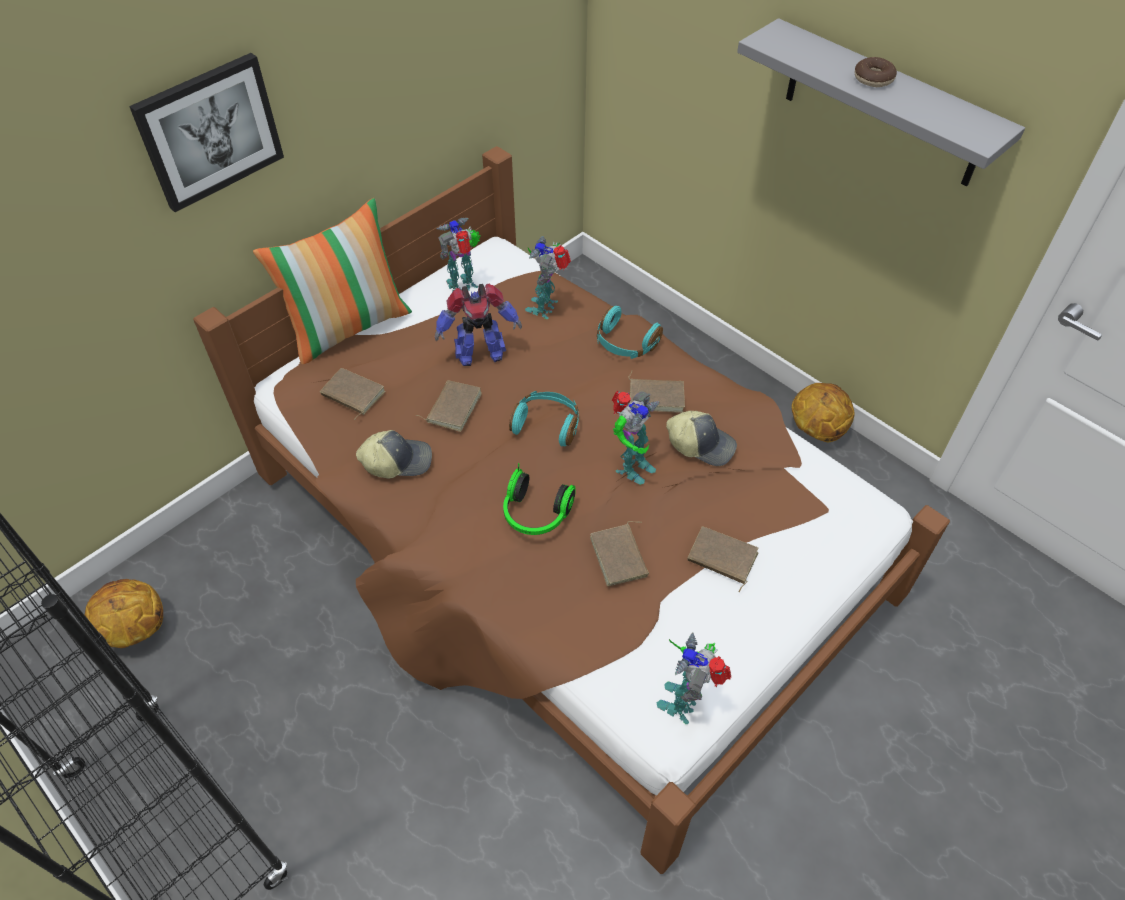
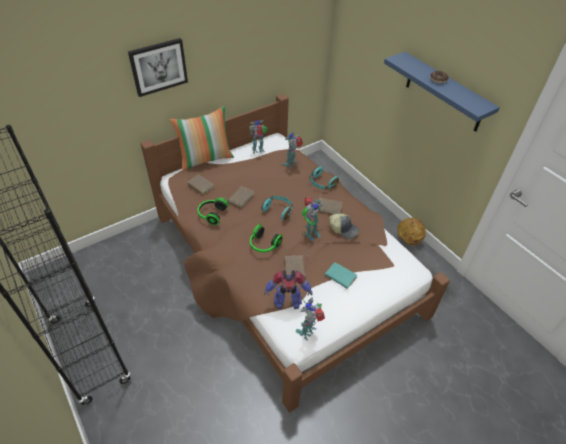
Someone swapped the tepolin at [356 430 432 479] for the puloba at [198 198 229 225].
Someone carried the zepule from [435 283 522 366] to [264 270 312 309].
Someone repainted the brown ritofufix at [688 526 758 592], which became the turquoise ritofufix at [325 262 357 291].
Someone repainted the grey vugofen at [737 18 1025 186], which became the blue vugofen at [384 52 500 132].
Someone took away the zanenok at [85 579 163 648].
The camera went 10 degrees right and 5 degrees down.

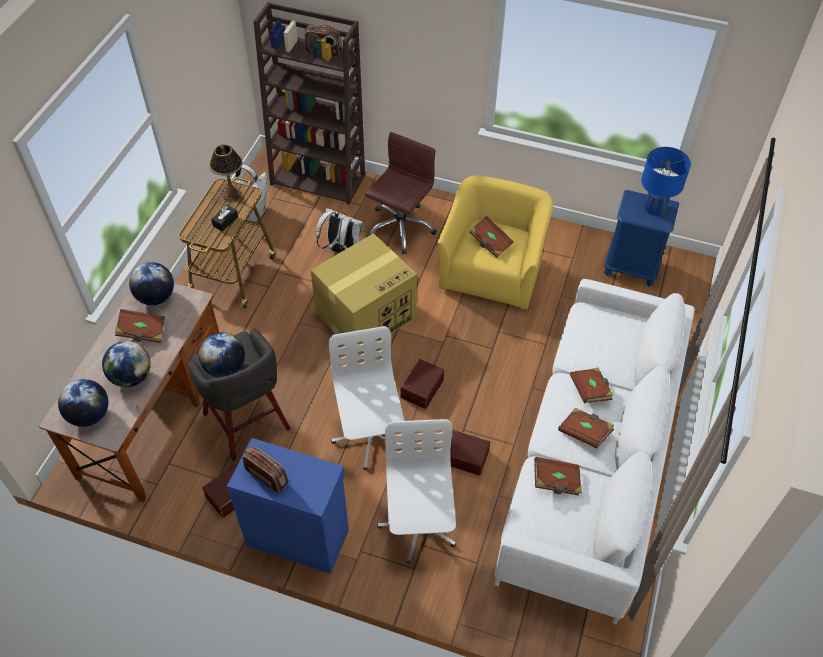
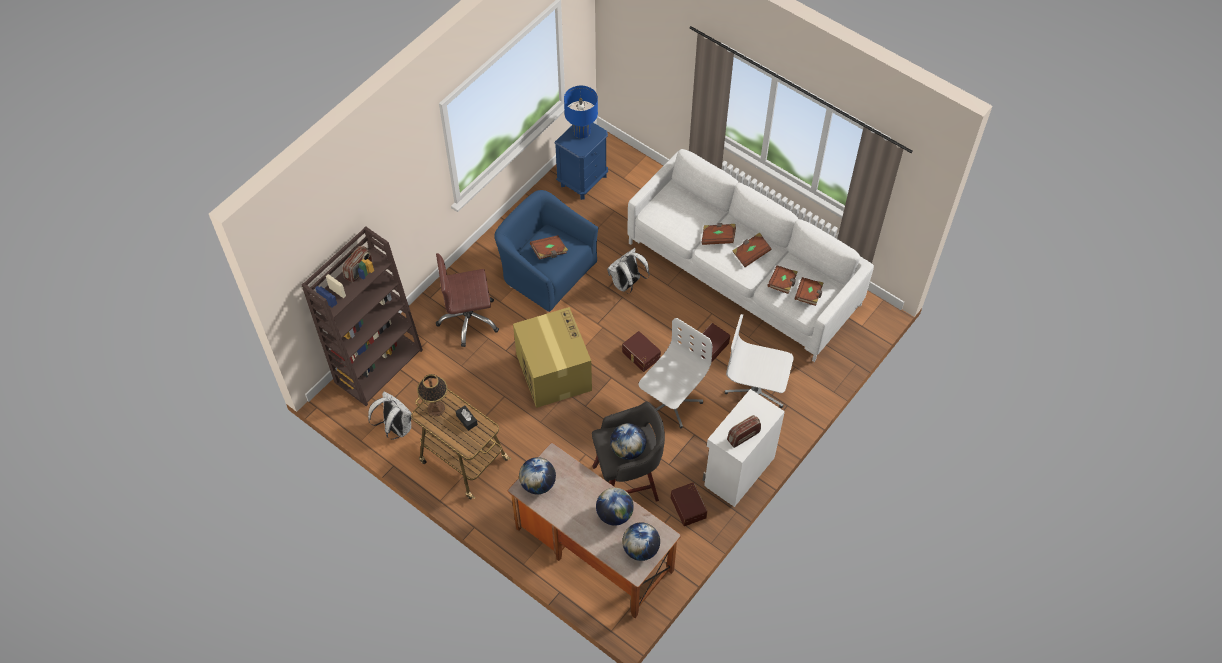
Someone rotated the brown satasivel at [365 132 437 255] by 60 degrees counterclockwise.
Someone repainted the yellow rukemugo at [437 175 553 309], which became the blue rukemugo at [495 190 598 312].
Someone carried the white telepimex from [316 208 365 253] to [607 248 650 293].
Someone rotated the white satasivel at [329 326 405 470] by 120 degrees clockwise.
Someone repainted the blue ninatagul at [227 438 349 574], which became the white ninatagul at [703 389 785 507].
Someone carried the brown ritofufix from [115 309 165 343] to [795 277 823 306].
The camera went 70 degrees left and 5 degrees up.

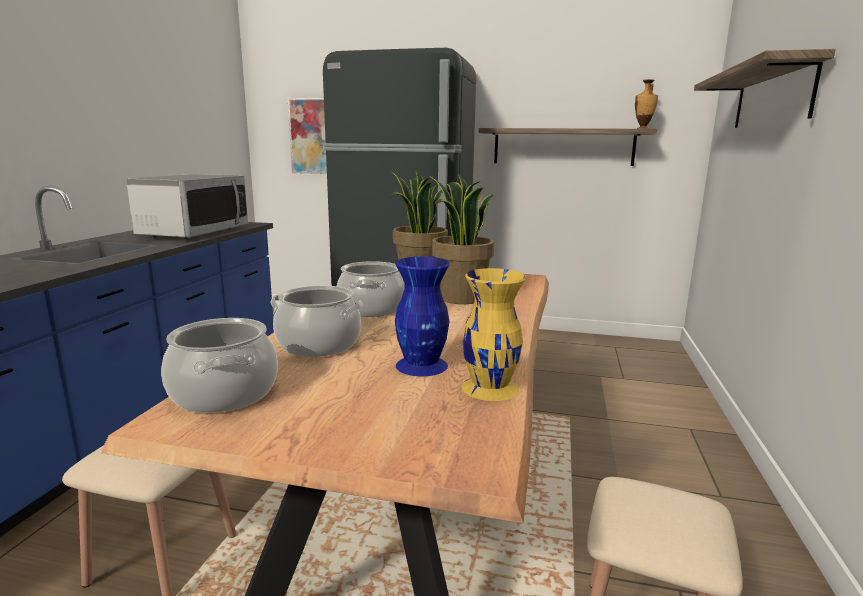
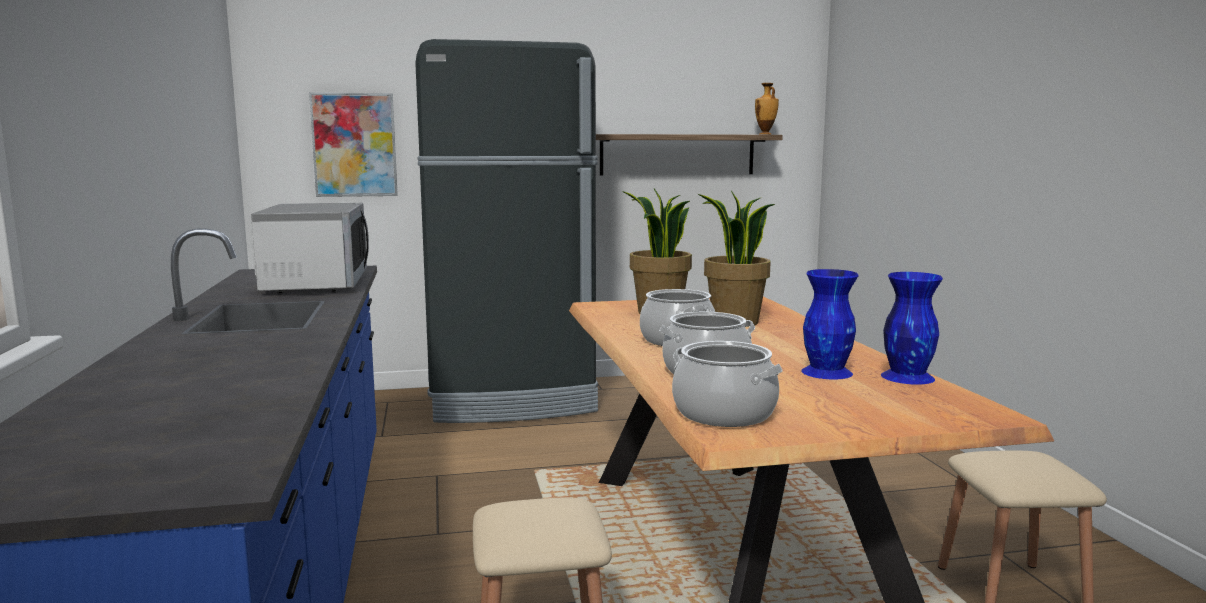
Someone repainted the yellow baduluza at [462 268 526 401], which became the blue baduluza at [881 272 943 385].
Someone took away the vugofen at [694 49 836 128].
The camera went 25 degrees left and 5 degrees down.

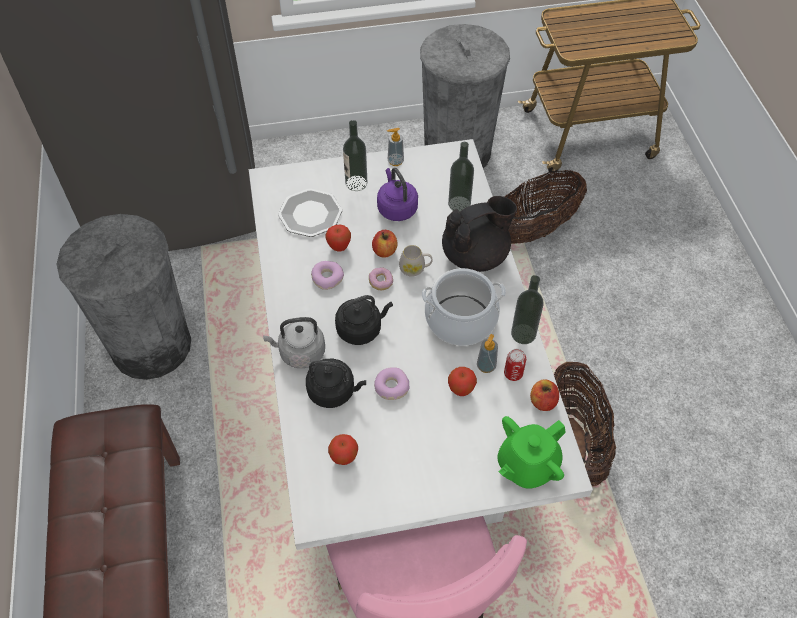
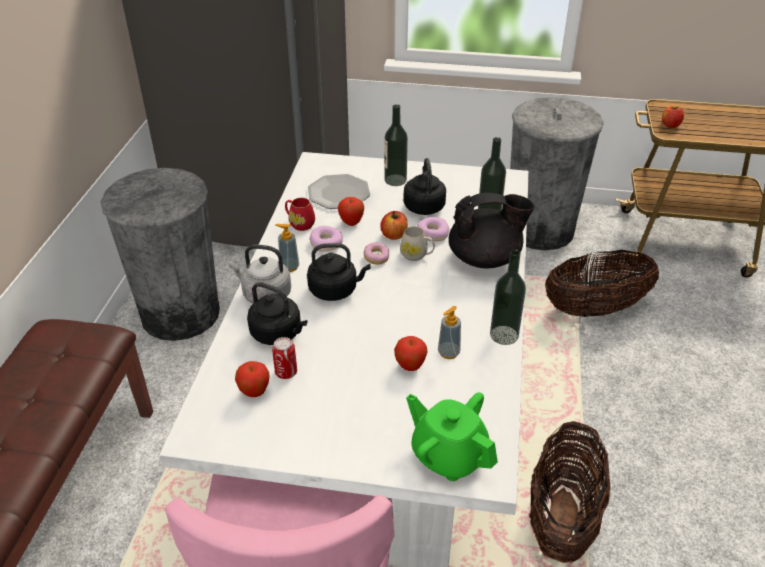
Someone carried the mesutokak from [504 349 526 381] to [272 337 297 379].
Someone carried the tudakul from [387 128 404 166] to [275 224 299 272].
Someone put down the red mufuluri at [285 198 315 231].
Someone repainted the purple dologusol at [377 168 418 221], which became the black dologusol at [403 158 446 215].
Someone rotated the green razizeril at [497 416 566 489] by 60 degrees clockwise.
Someone carried the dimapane from [374 367 409 400] to [417 217 450 241].
Someone carried the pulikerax from [530 379 559 411] to [662 106 684 128].
Someone took away the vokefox at [422 268 506 346].
The camera went 20 degrees right and 15 degrees down.

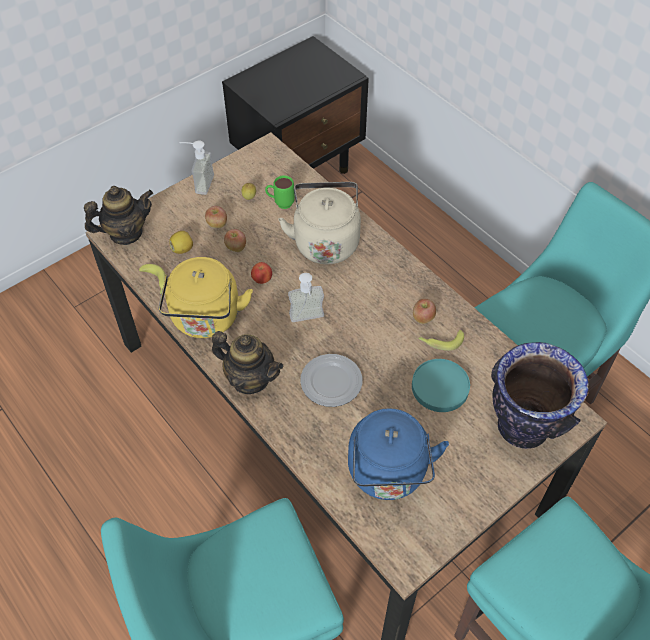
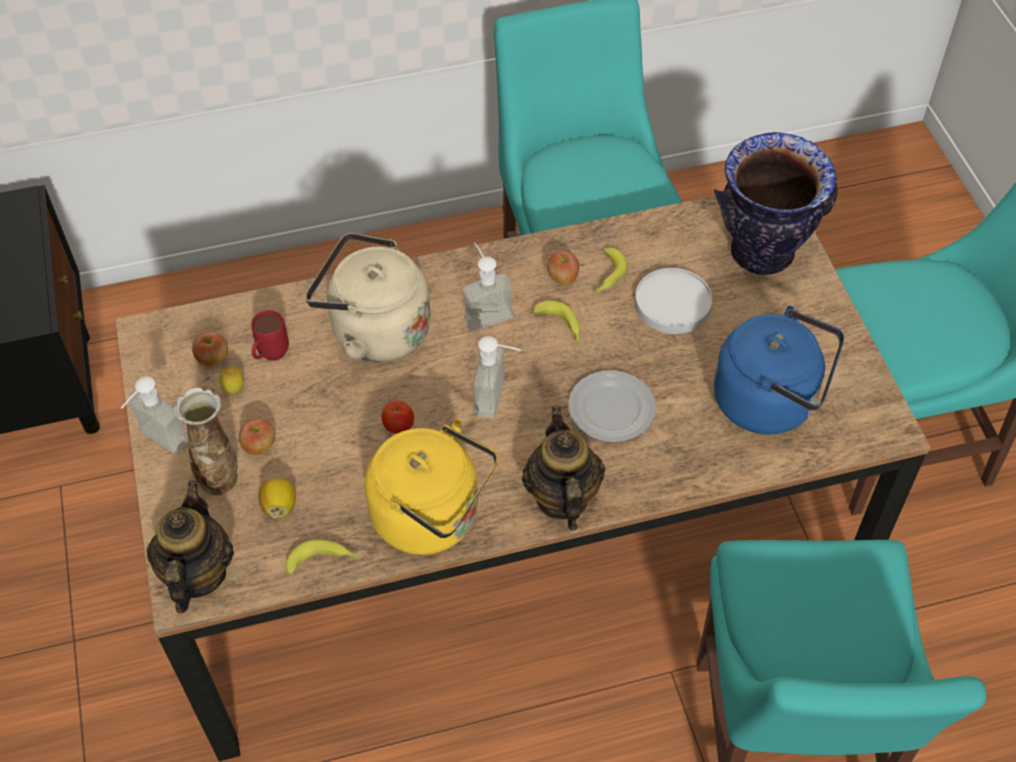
Someone put down the baduluza at [174 387 238 495].
Someone carried the pulikerax from [224 229 246 252] to [192 331 228 367].
Someone repainted the green mufuluri at [265 175 295 209], which became the red mufuluri at [251 310 289 361].
Someone put down the tudakul at [462 242 514 332].
Someone rotated the razizeril at [212 331 284 394] by 60 degrees counterclockwise.
Someone put down the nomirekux at [533 301 580 343].
Someone repainted the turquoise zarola at [412 359 470 412], which became the white zarola at [635 268 712 334].
The camera went 65 degrees left and 0 degrees up.

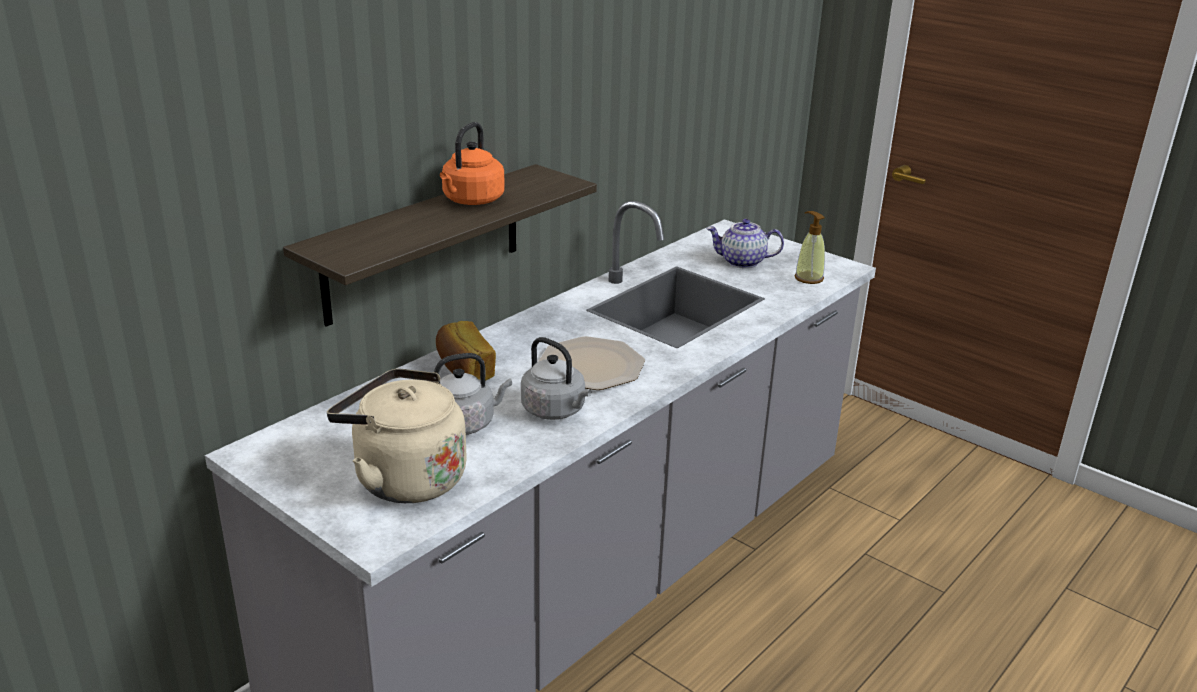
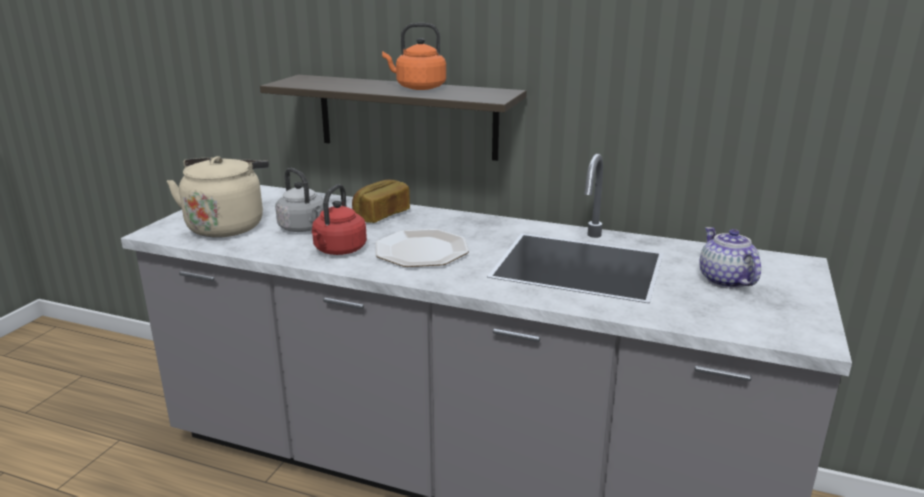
Someone repainted the grey dologusol at [521 337 591 420], which became the red dologusol at [312 184 367 255].
Someone took away the tudakul at [794 211 825 284].
The camera went 70 degrees right and 5 degrees down.

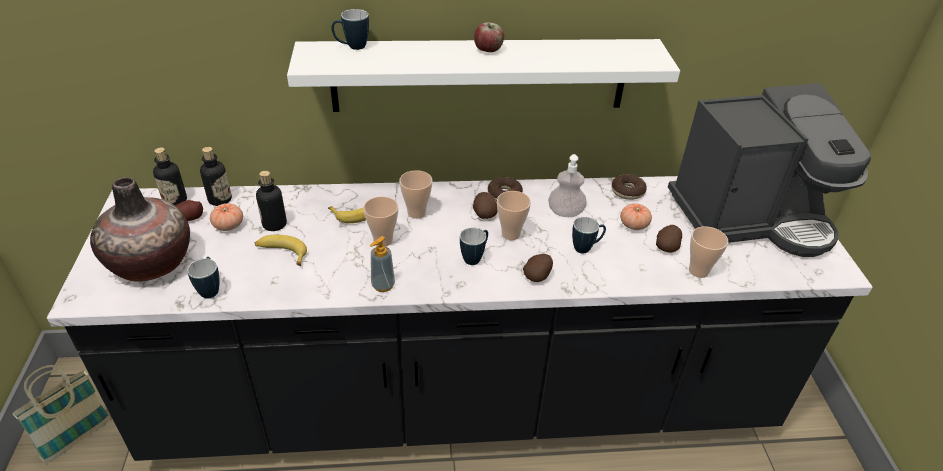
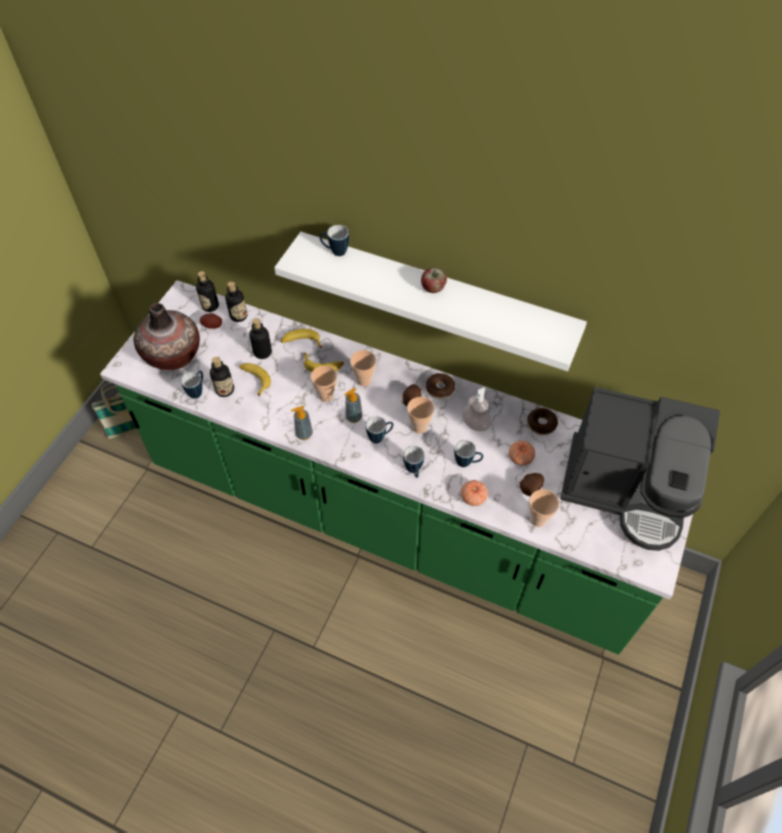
Someone repainted the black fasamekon at [47 176 873 461], which became the green fasamekon at [100 280 695 655].
Someone put down the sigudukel at [210 357 234 397].
Someone put down the nomirekux at [281 329 322 348].
Someone put down the tudakul at [344 388 362 423].
Someone swapped the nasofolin at [523 254 553 282] for the mufuluri at [403 446 424 478].
Someone carried the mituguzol from [210 203 243 231] to [461 480 488 506].
The camera went 30 degrees right and 15 degrees up.

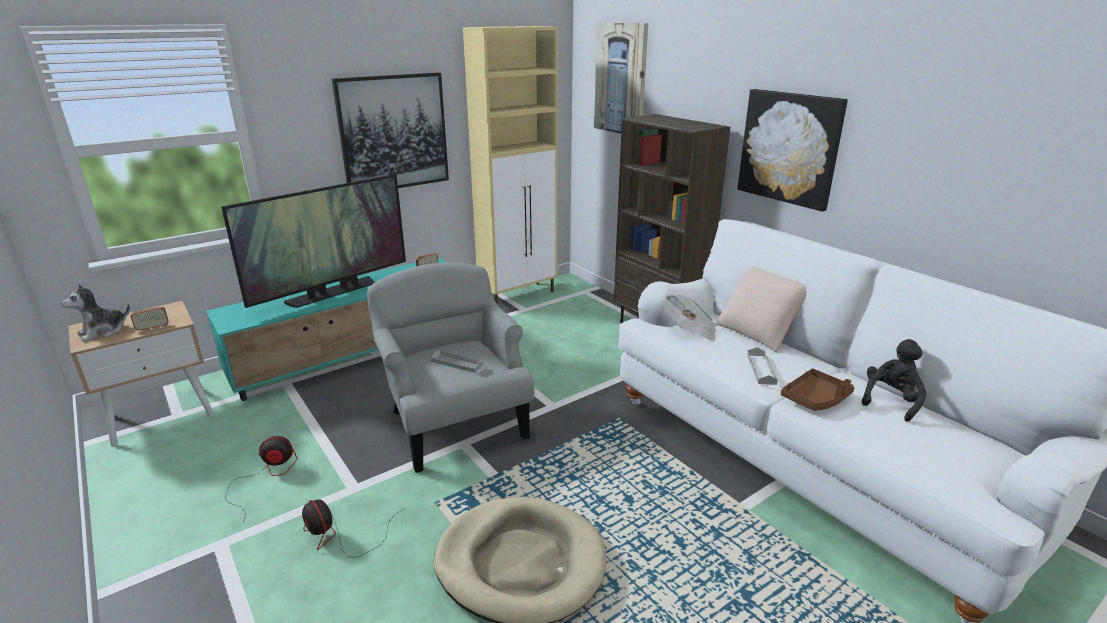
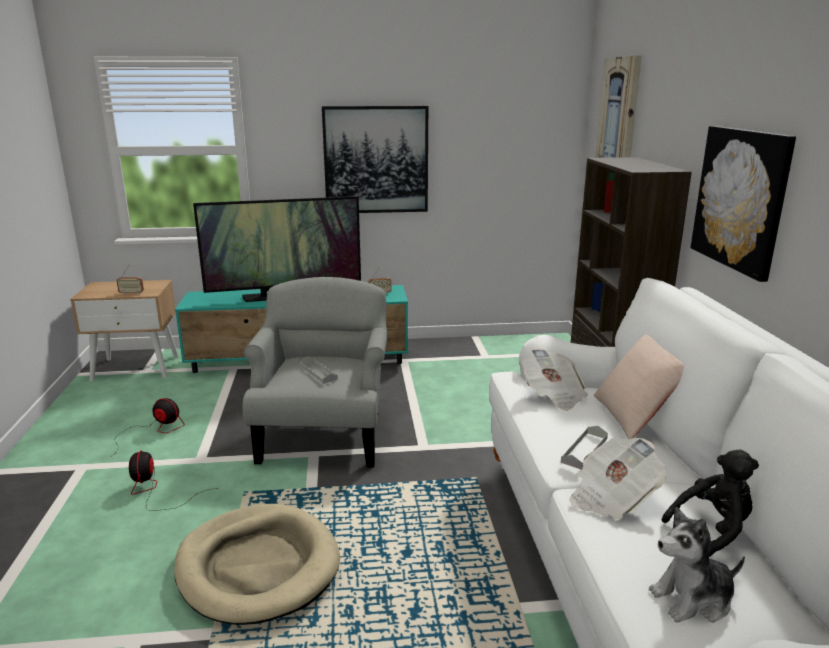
Someone swapped the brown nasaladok at [781 369 854 411] for the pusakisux at [569 437 666 520].
Someone carried the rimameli from [61 284 130 342] to [649 507 745 623].
Someone took away the beige ninatagul at [463 26 558 305].
The camera went 30 degrees right and 5 degrees down.

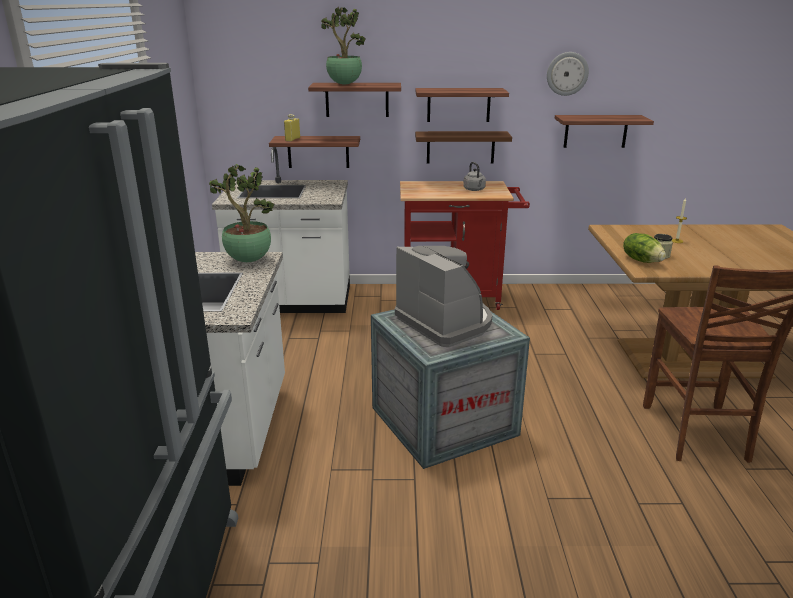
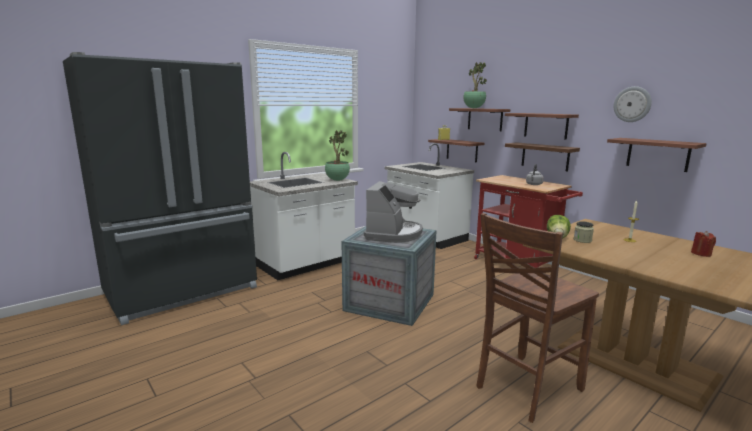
Someone put down the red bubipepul at [691 231 716 257].
The camera went 50 degrees right and 10 degrees down.

